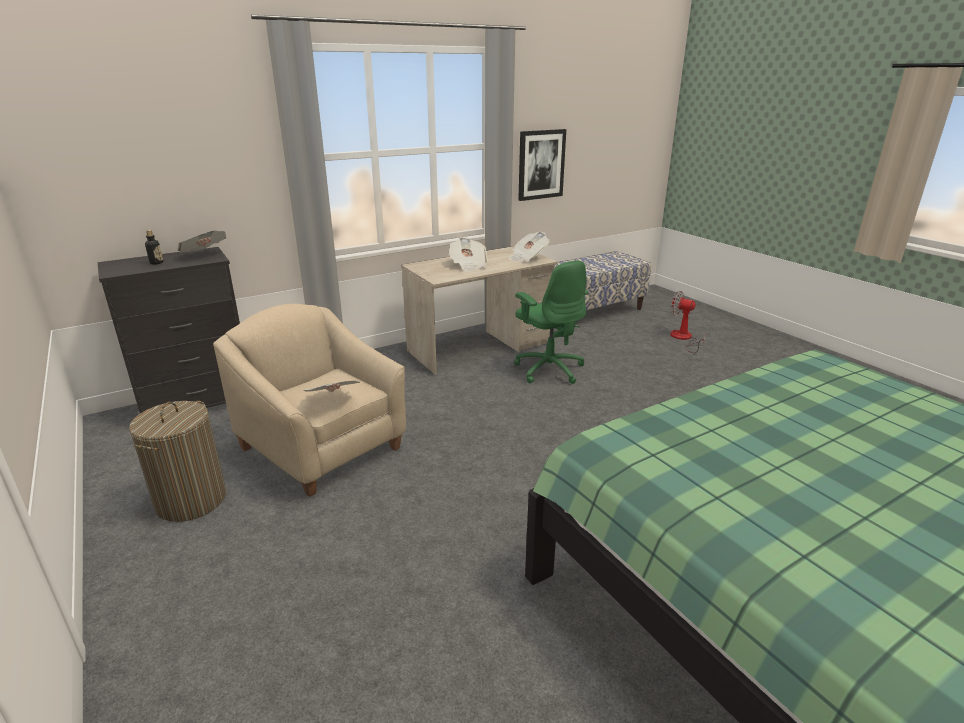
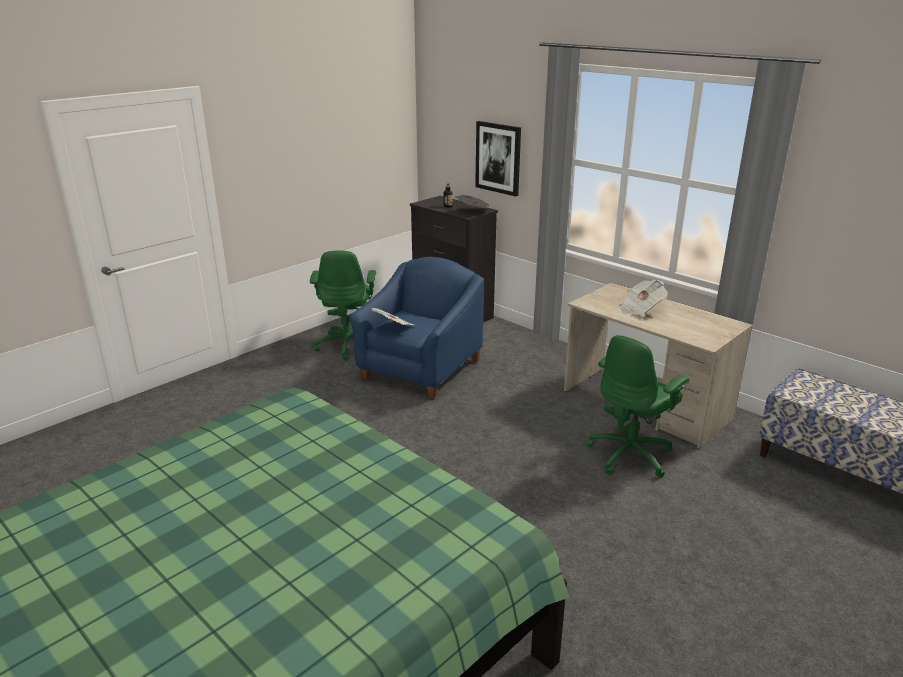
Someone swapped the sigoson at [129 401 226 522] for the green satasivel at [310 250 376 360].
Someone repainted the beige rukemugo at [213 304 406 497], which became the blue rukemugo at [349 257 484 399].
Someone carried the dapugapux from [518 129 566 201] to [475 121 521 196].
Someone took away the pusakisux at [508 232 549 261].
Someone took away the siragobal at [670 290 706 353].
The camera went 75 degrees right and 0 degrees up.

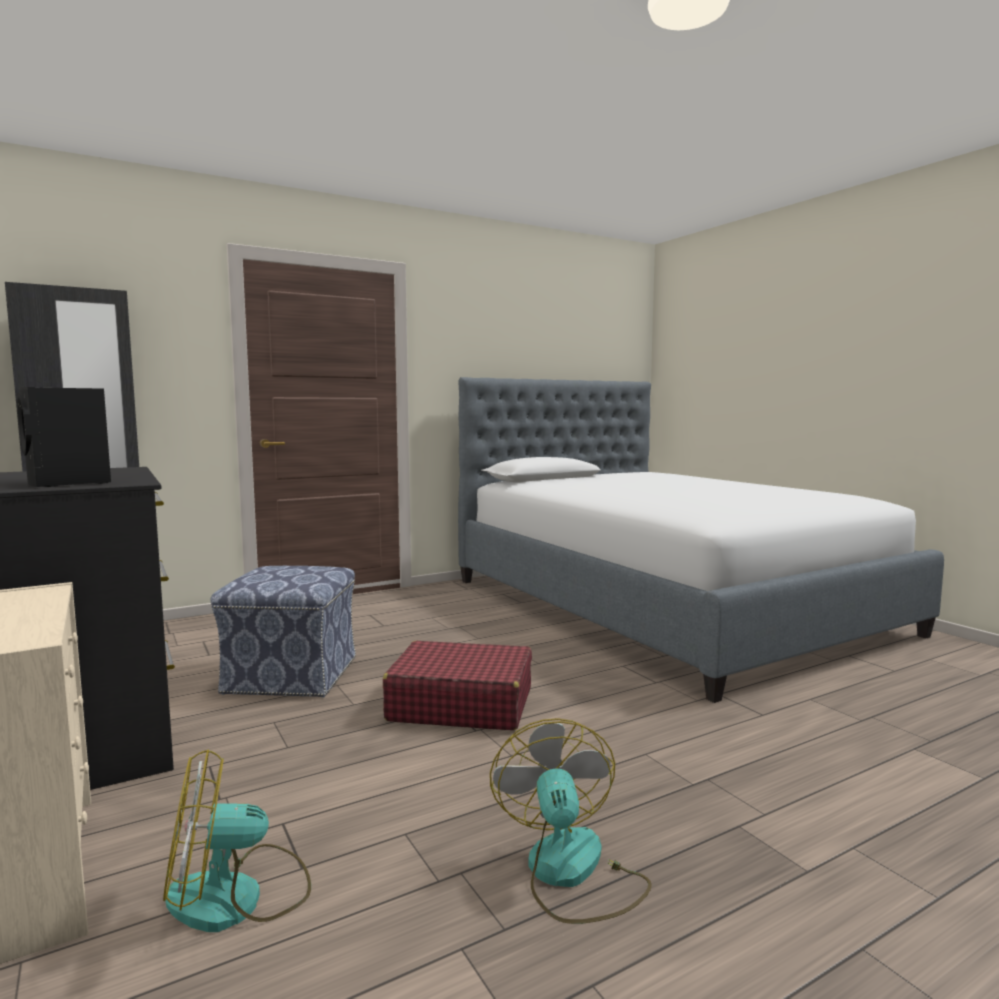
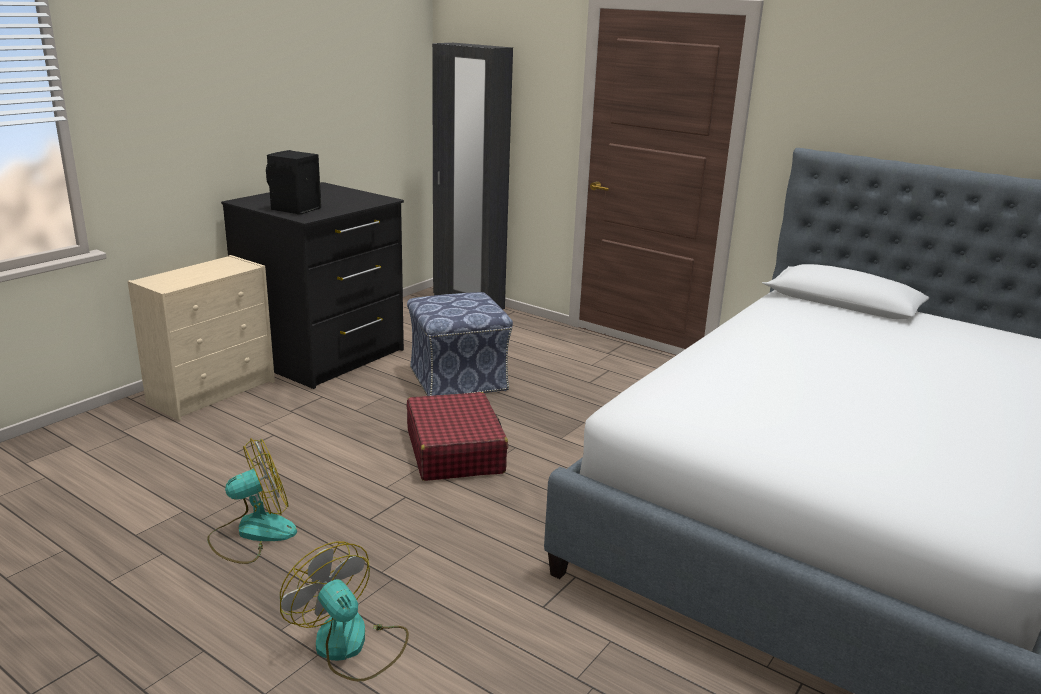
Someone carried the siragobal from [163 749 311 932] to [280 542 409 682].
The camera went 65 degrees right and 15 degrees up.

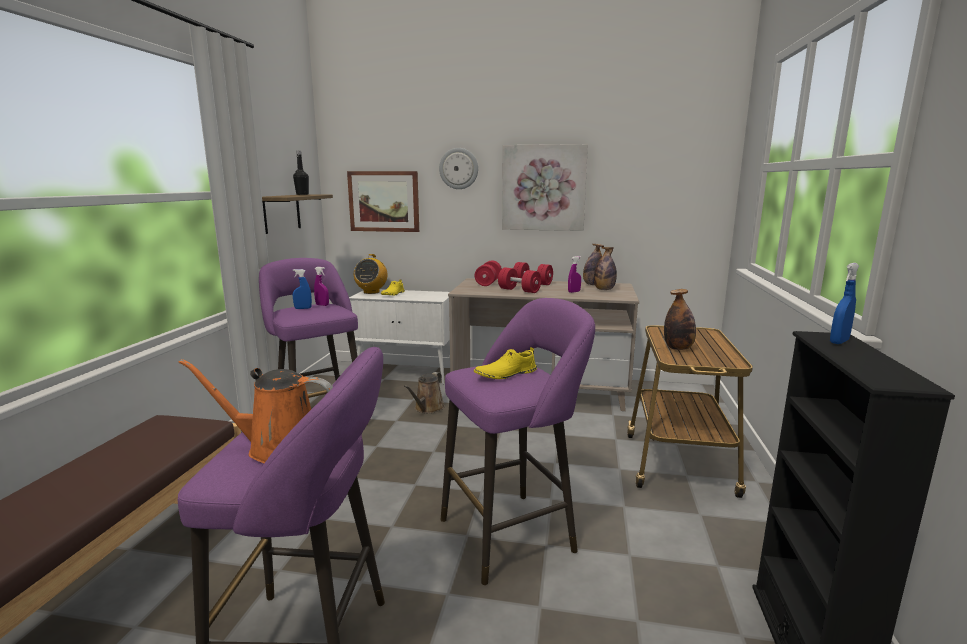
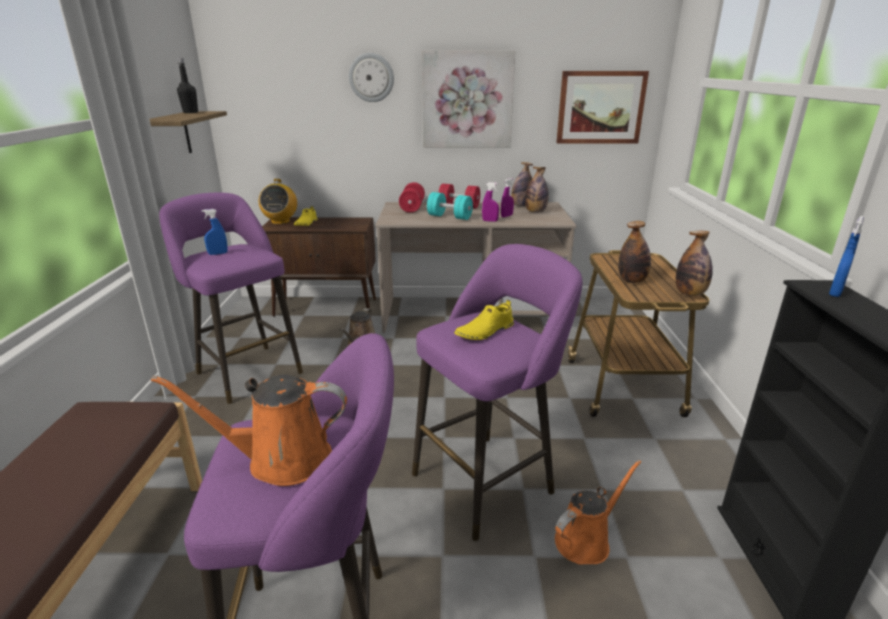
Someone repainted the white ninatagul at [349 289 450 384], which became the brown ninatagul at [262 217 376 317].
Someone repainted the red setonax at [498 267 541 293], which became the turquoise setonax at [427 192 473 220].
Someone carried the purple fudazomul from [314 267 329 306] to [482 182 499 222].
Someone put down the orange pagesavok at [555 460 641 565].
Someone carried the dapugapux from [347 171 419 232] to [556 71 649 144].
Someone put down the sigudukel at [676 231 713 296].
The camera went 10 degrees left and 10 degrees up.

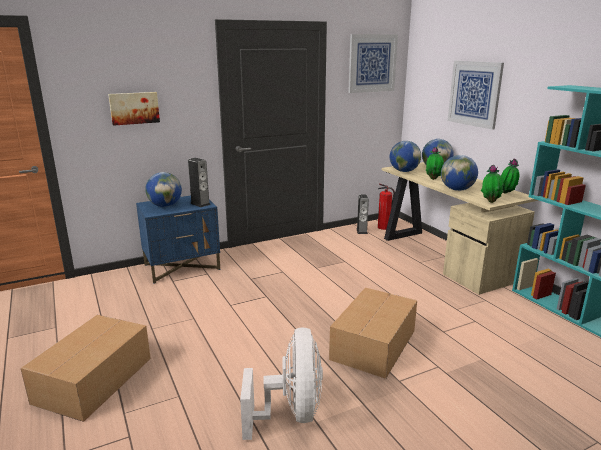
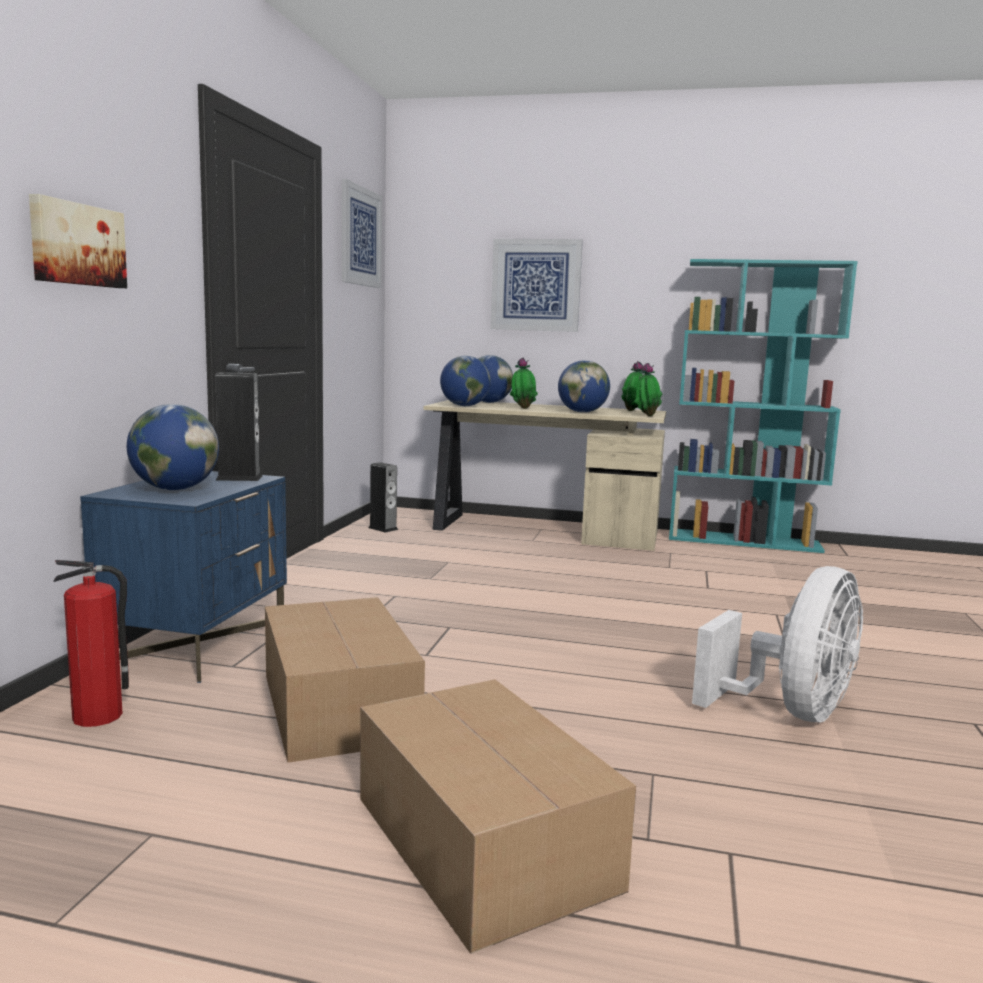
Someone carried the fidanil from [378 184 395 230] to [54 560 129 727].
Someone carried the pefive from [329 288 417 379] to [265 597 425 763].
Someone rotated the white siragobal at [240 327 323 440] by 90 degrees clockwise.
The camera went 50 degrees left and 10 degrees down.

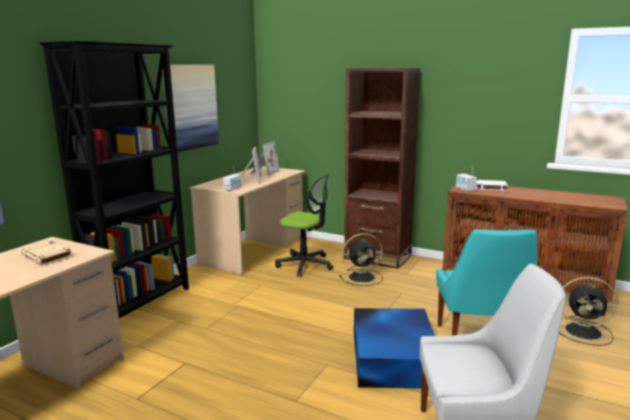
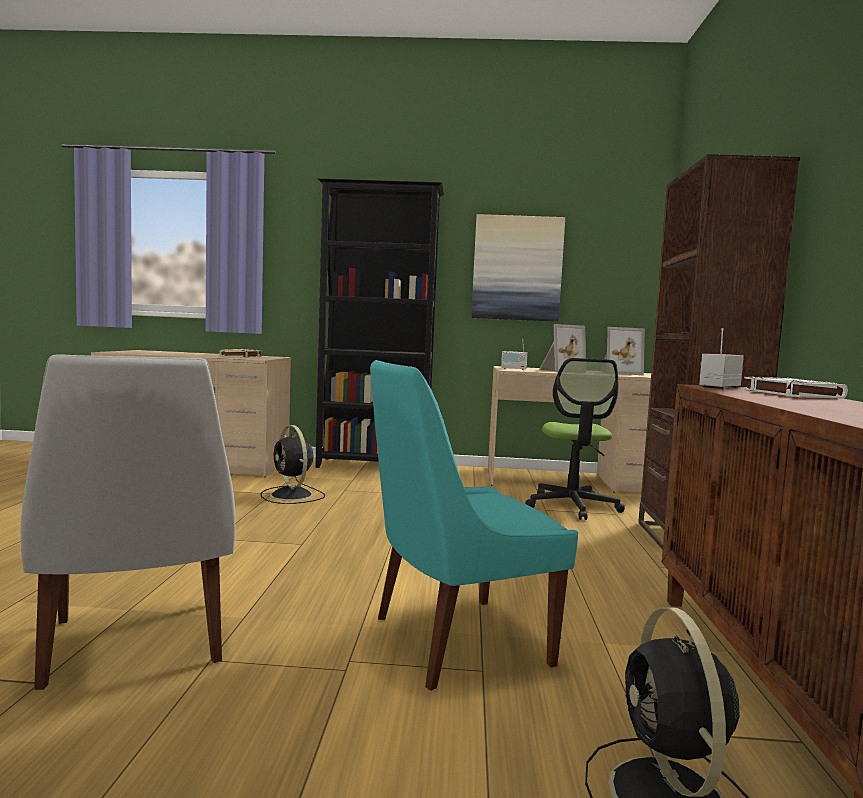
Someone carried the black siragobal from [339 233 383 286] to [261 425 325 504].
Someone took away the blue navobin at [354 308 435 388].
The camera went 65 degrees right and 10 degrees down.

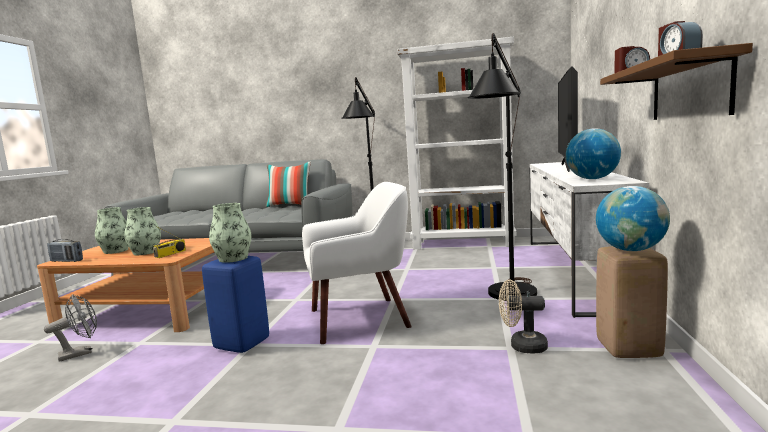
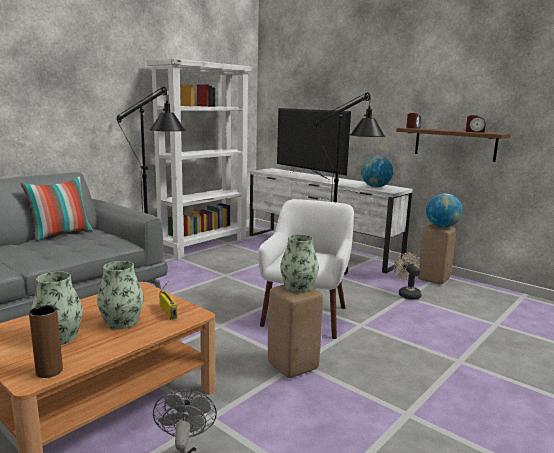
Someone swapped the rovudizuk at [47 239 83 262] for the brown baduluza at [29 305 63 378].
Someone repainted the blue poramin at [202 256 269 353], which became the beige poramin at [268 284 323 378].
Someone rotated the beige siragobal at [499 280 548 353] by 120 degrees clockwise.
The camera went 60 degrees left and 5 degrees up.

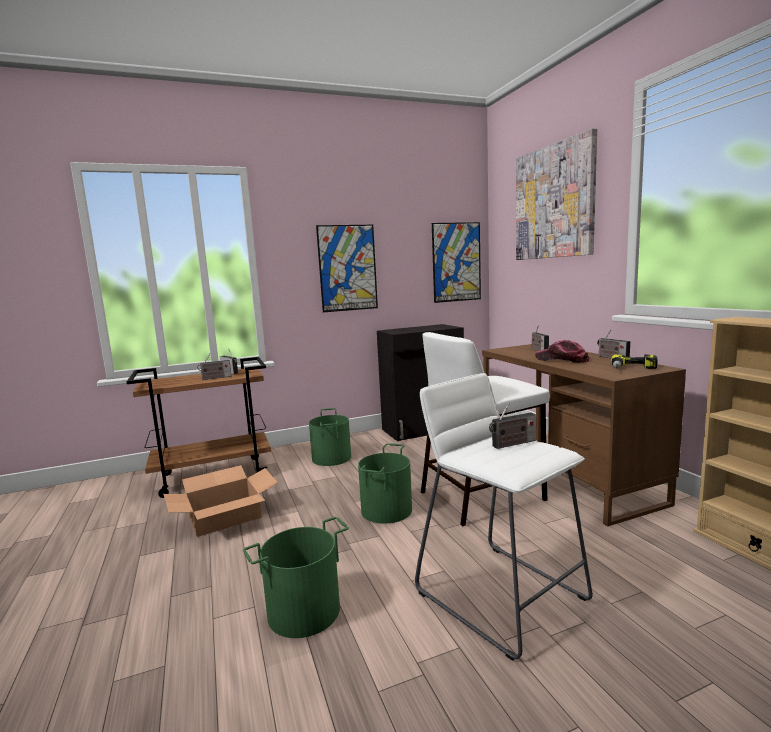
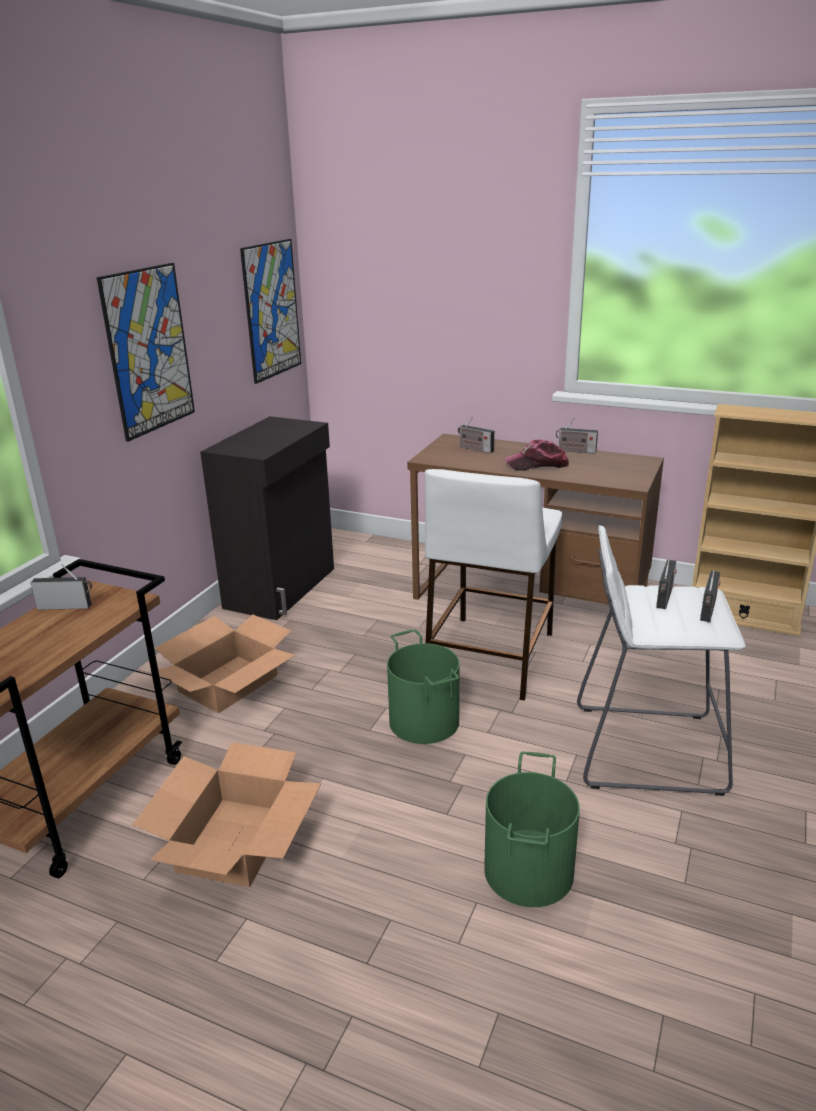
Someone swapped the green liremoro at [309 408 351 466] for the pefive at [154 614 295 713].
Someone carried the rovudizuk from [197 353 232 380] to [700 570 721 622].
Someone took away the dapugapux at [516 128 597 260].
Someone took away the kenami at [611 354 658 369].
The camera went 45 degrees left and 15 degrees up.

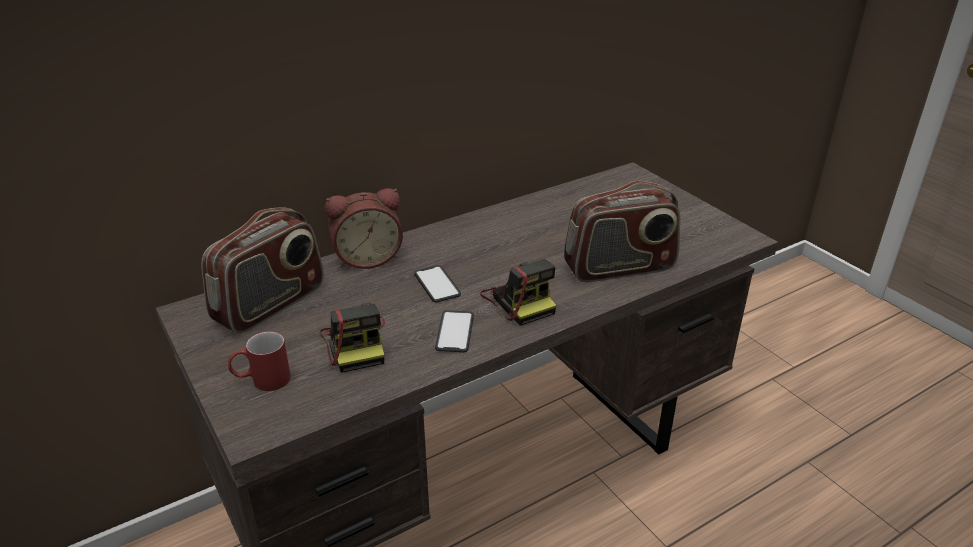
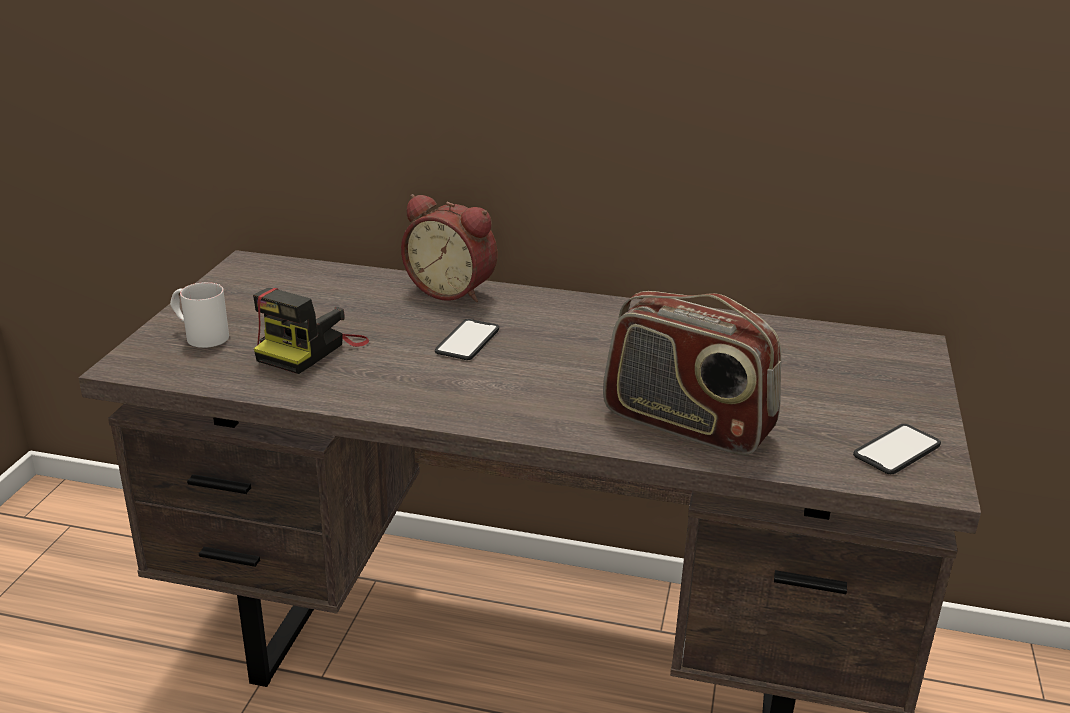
Someone repainted the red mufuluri at [228 332 291 391], which became the white mufuluri at [170 282 229 348].
Someone carried the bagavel from [435 310 474 352] to [853 424 941 474].
Someone took away the rovudizuk at [202 207 324 334].
Someone took away the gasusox at [480 259 556 326].
The camera went 45 degrees right and 5 degrees down.

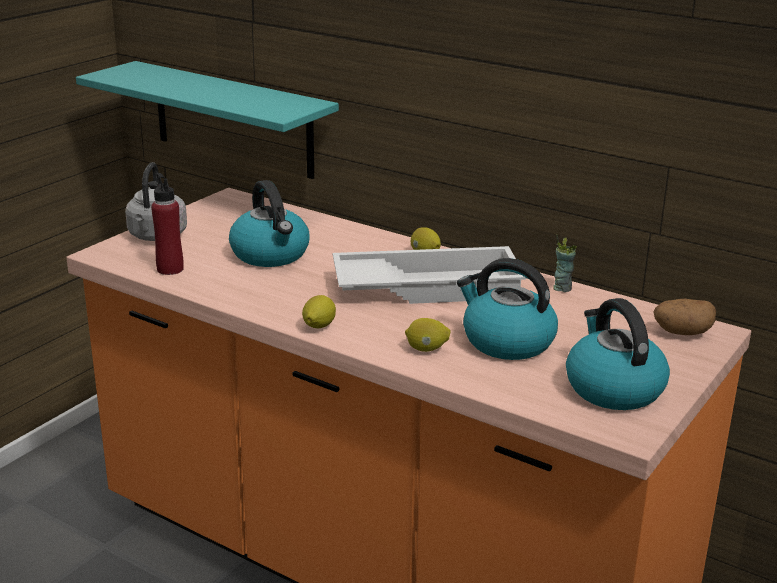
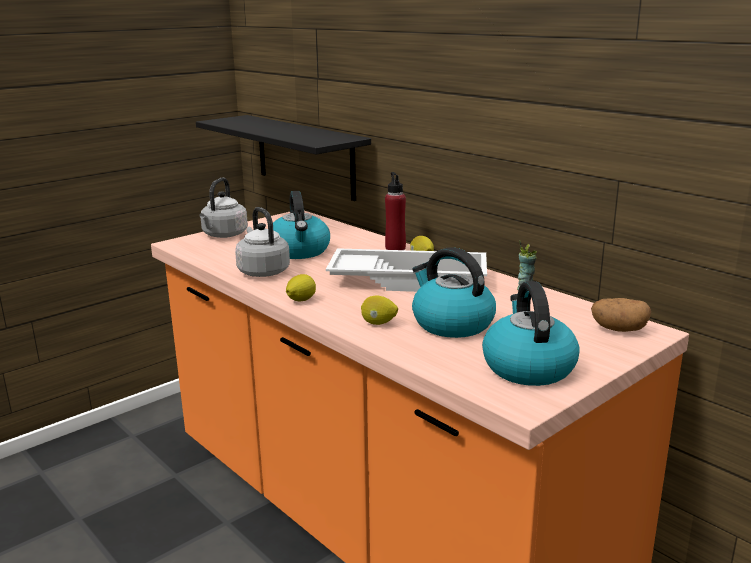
Someone repainted the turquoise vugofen at [76 61 339 179], which became the black vugofen at [196 115 371 201].
Someone put down the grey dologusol at [235 207 290 277].
Someone carried the red sigudukel from [151 173 184 275] to [385 172 406 250].
The camera went 15 degrees right and 5 degrees down.

